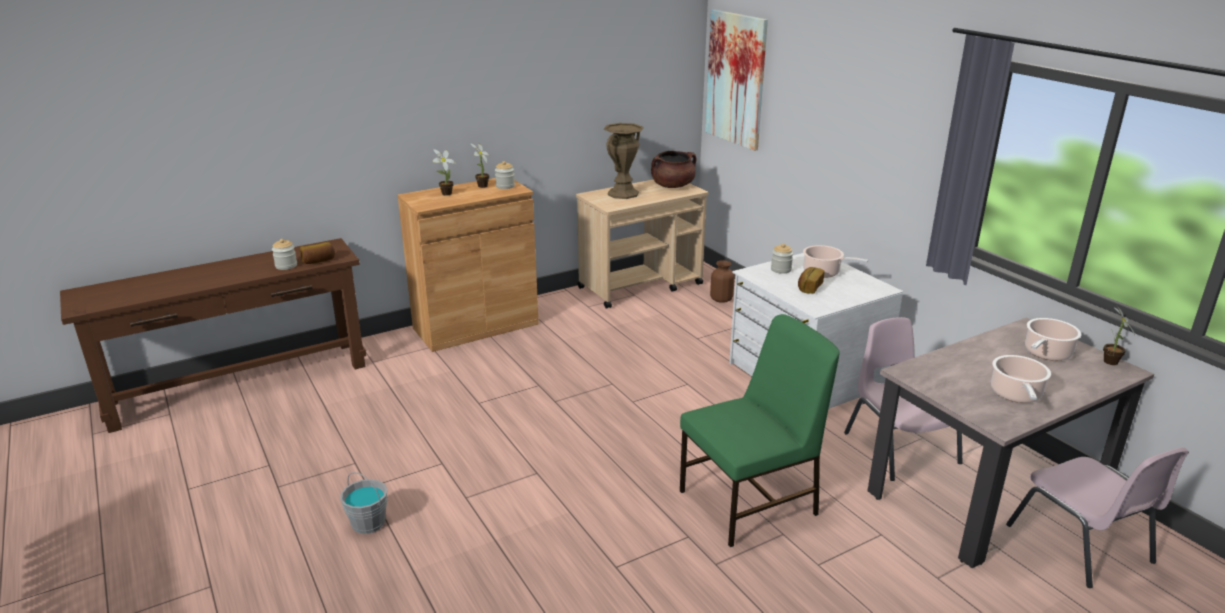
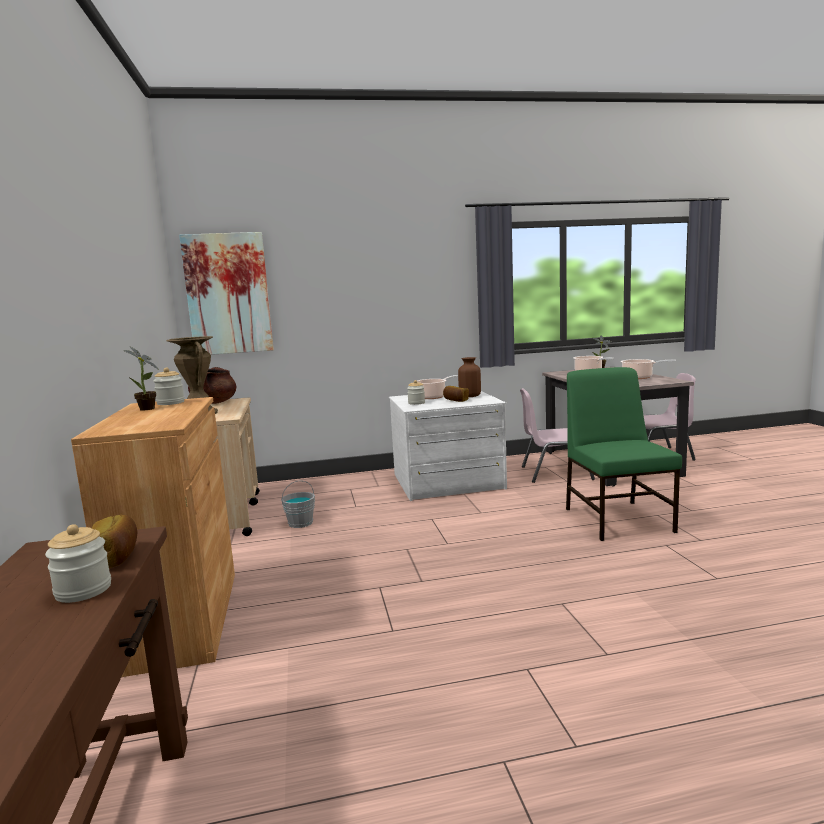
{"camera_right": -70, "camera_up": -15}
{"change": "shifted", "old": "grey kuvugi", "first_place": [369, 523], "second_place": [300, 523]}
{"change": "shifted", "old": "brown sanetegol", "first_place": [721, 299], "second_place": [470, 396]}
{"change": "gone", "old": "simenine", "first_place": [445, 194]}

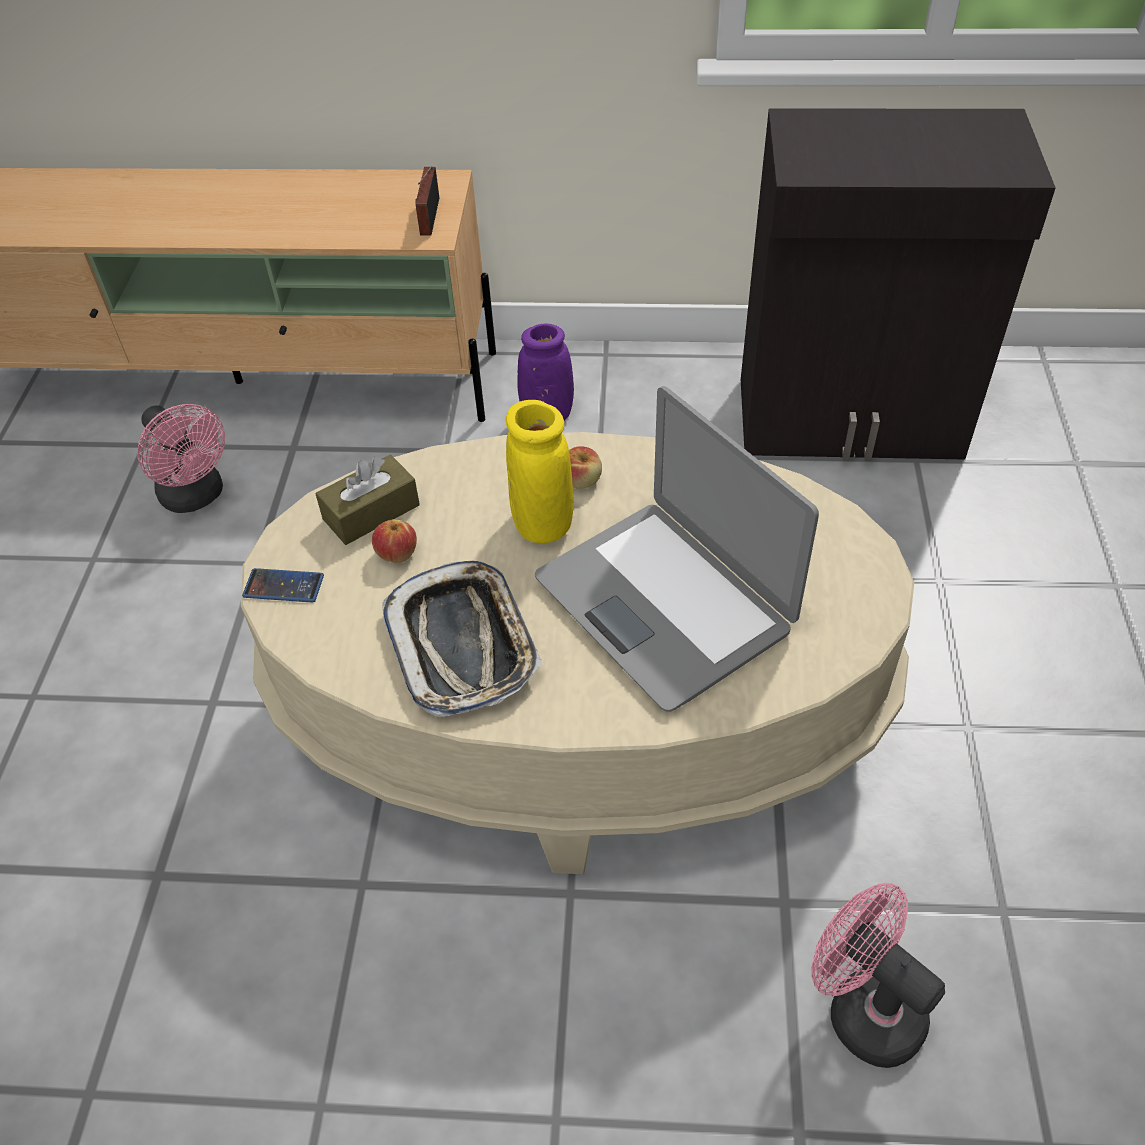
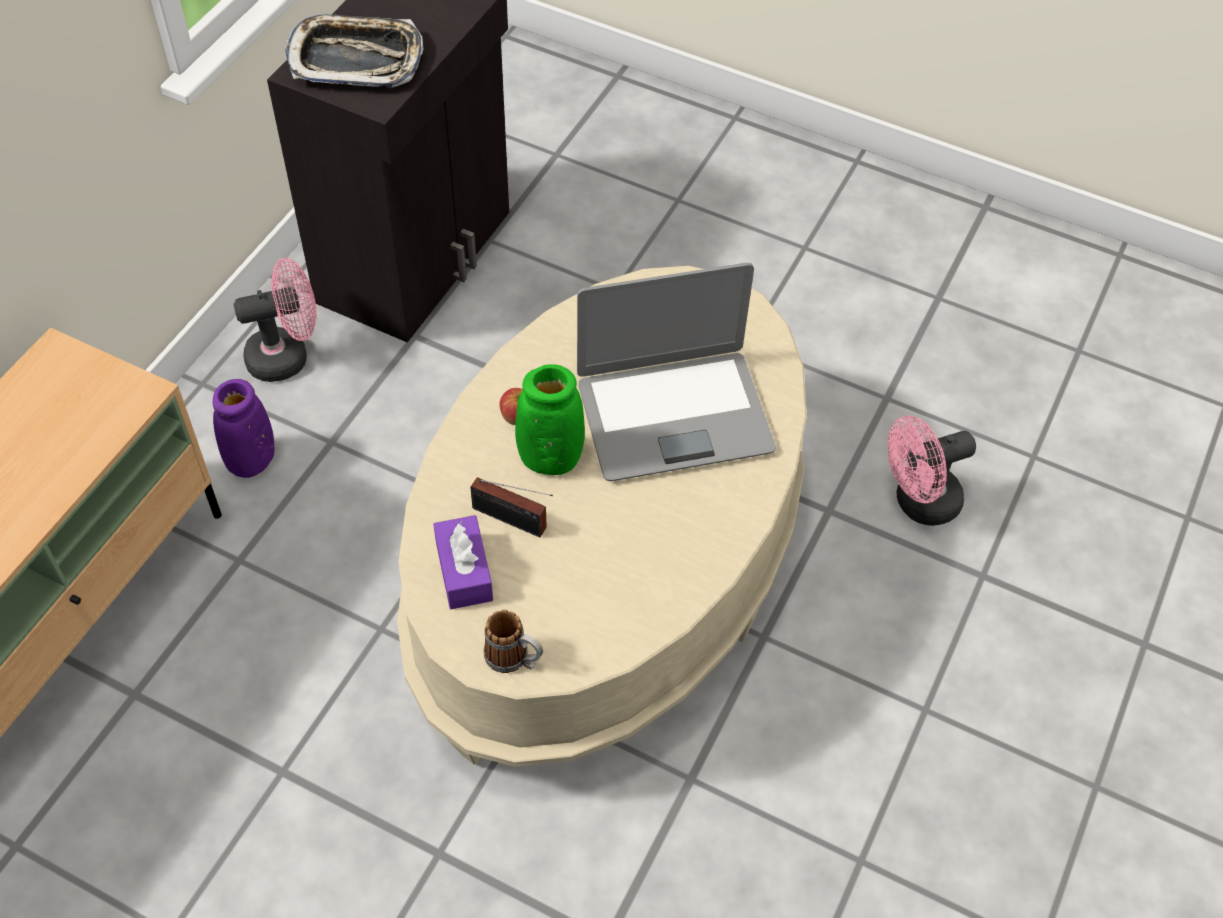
{"camera_right": -70, "camera_up": 5}
{"change": "shifted", "old": "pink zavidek", "first_place": [197, 497], "second_place": [287, 356]}
{"change": "shifted", "old": "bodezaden", "first_place": [463, 644], "second_place": [356, 59]}
{"change": "repainted", "old": "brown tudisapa", "new": "purple tudisapa", "first_place": [371, 512], "second_place": [464, 571]}
{"change": "shifted", "old": "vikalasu", "first_place": [428, 219], "second_place": [513, 521]}
{"change": "swapped", "old": "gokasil", "new": "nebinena", "first_place": [283, 586], "second_place": [514, 659]}
{"change": "repainted", "old": "yellow sanetegol", "new": "green sanetegol", "first_place": [542, 524], "second_place": [550, 458]}
{"change": "gone", "old": "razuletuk", "first_place": [397, 553]}

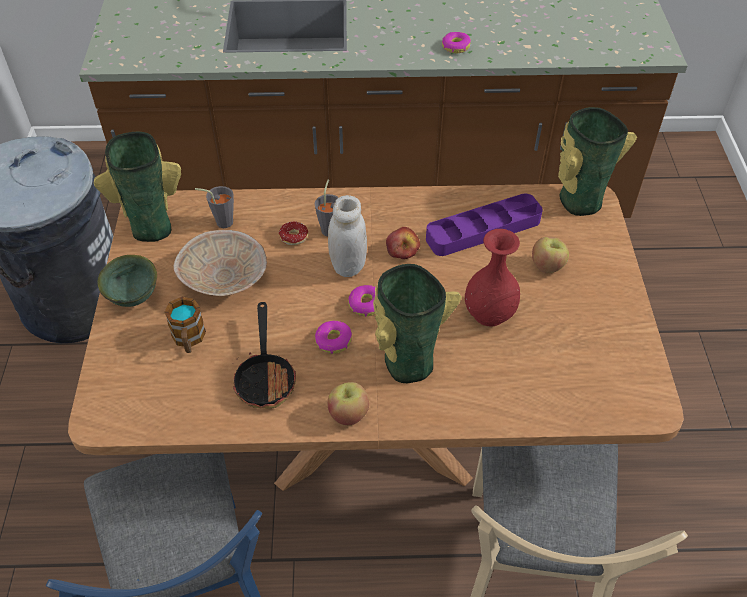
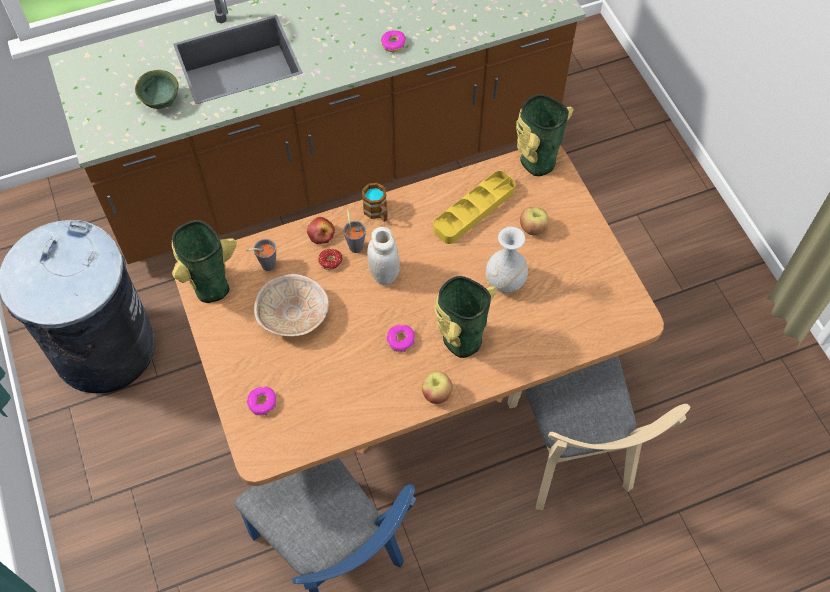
{"camera_right": -20, "camera_up": 10}
{"change": "shifted", "old": "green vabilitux", "first_place": [135, 297], "second_place": [162, 101]}
{"change": "shifted", "old": "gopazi", "first_place": [365, 304], "second_place": [262, 403]}
{"change": "shifted", "old": "razuletuk", "first_place": [402, 249], "second_place": [321, 234]}
{"change": "shifted", "old": "nebinena", "first_place": [189, 340], "second_place": [377, 212]}
{"change": "repainted", "old": "purple bodezaden", "new": "yellow bodezaden", "first_place": [483, 229], "second_place": [474, 210]}
{"change": "repainted", "old": "red sanetegol", "new": "white sanetegol", "first_place": [489, 314], "second_place": [505, 282]}
{"change": "gone", "old": "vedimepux", "first_place": [266, 377]}

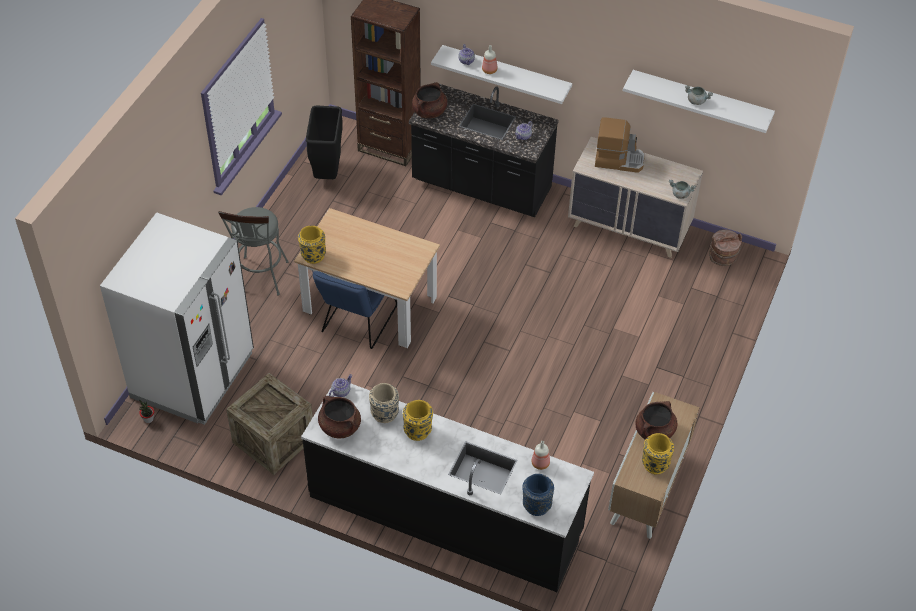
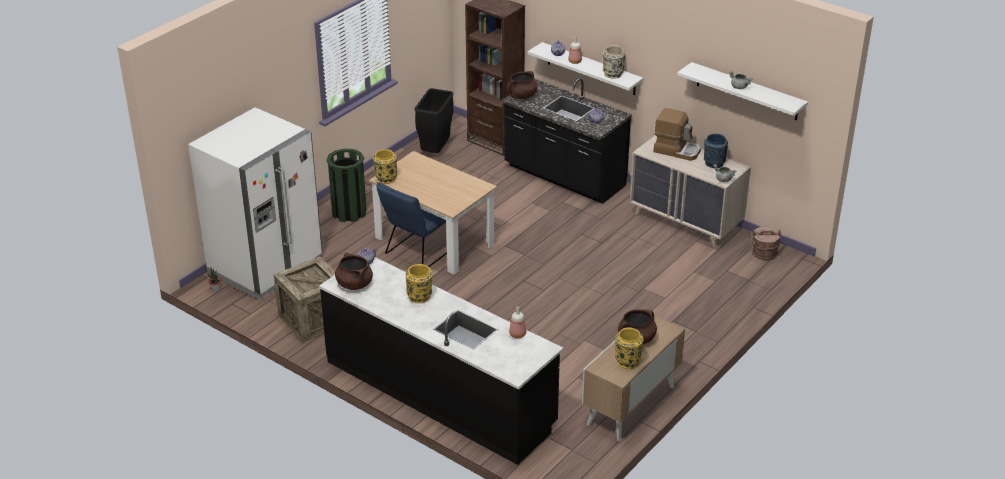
{"camera_right": 15, "camera_up": -15}
{"change": "swapped", "old": "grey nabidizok", "new": "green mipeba", "first_place": [260, 279], "second_place": [349, 212]}
{"change": "shifted", "old": "beige sanetegol", "first_place": [384, 414], "second_place": [613, 74]}
{"change": "shifted", "old": "blue sanetegol", "first_place": [536, 505], "second_place": [713, 163]}

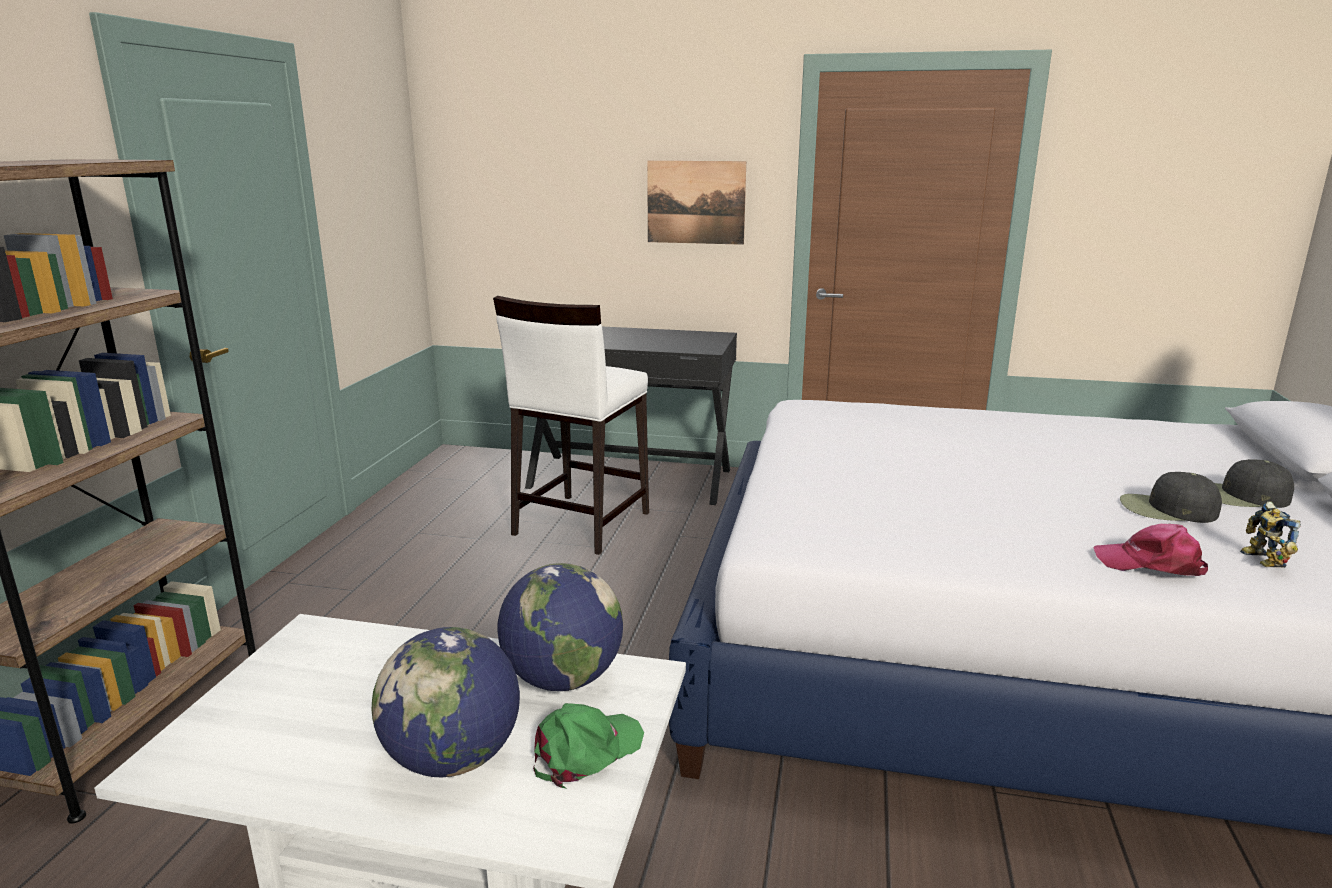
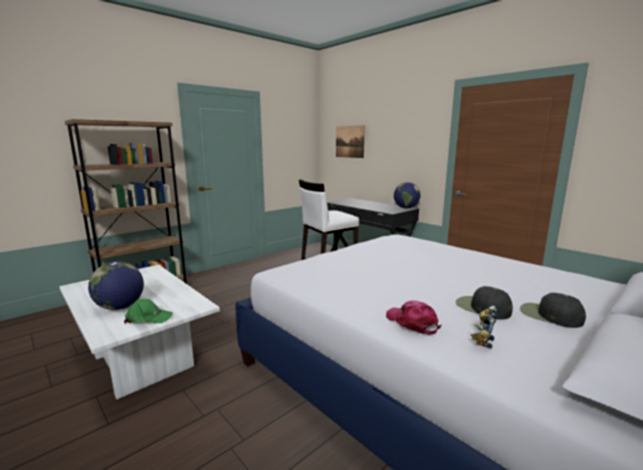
{"camera_right": 35, "camera_up": -5}
{"change": "shifted", "old": "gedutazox", "first_place": [696, 202], "second_place": [349, 141]}
{"change": "shifted", "old": "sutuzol", "first_place": [563, 679], "second_place": [406, 208]}

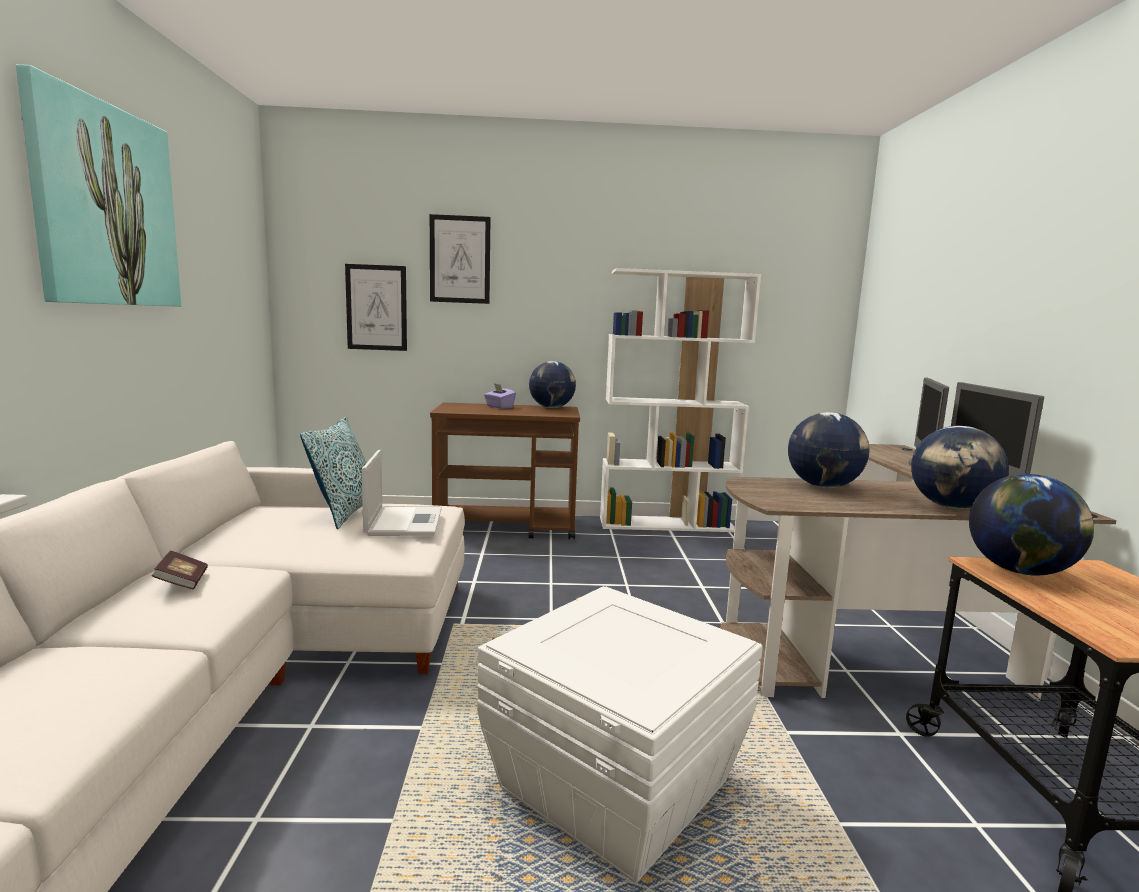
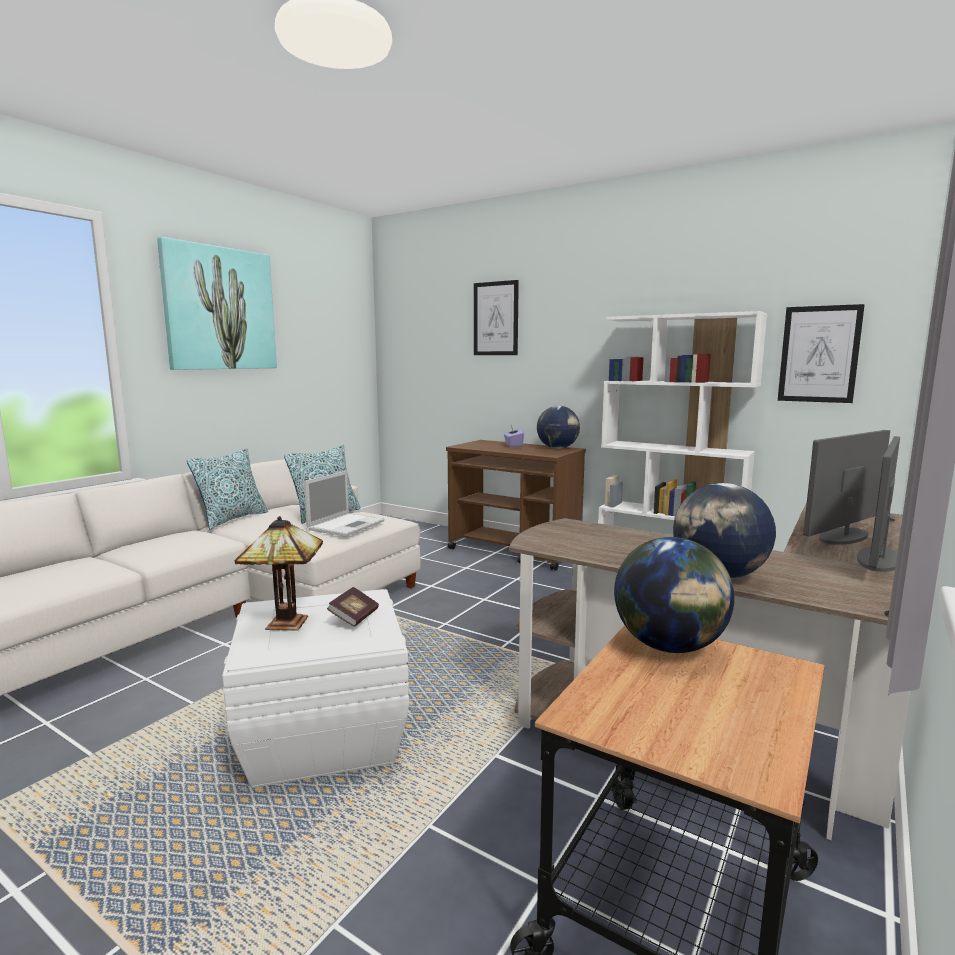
{"camera_right": 35, "camera_up": 0}
{"change": "new", "new": "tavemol", "second_place": [232, 519]}
{"change": "new", "new": "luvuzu", "second_place": [283, 624]}
{"change": "shifted", "old": "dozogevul", "first_place": [182, 582], "second_place": [354, 617]}
{"change": "shifted", "old": "gedutazox", "first_place": [376, 307], "second_place": [819, 354]}
{"change": "gone", "old": "sutuzol", "first_place": [824, 486]}

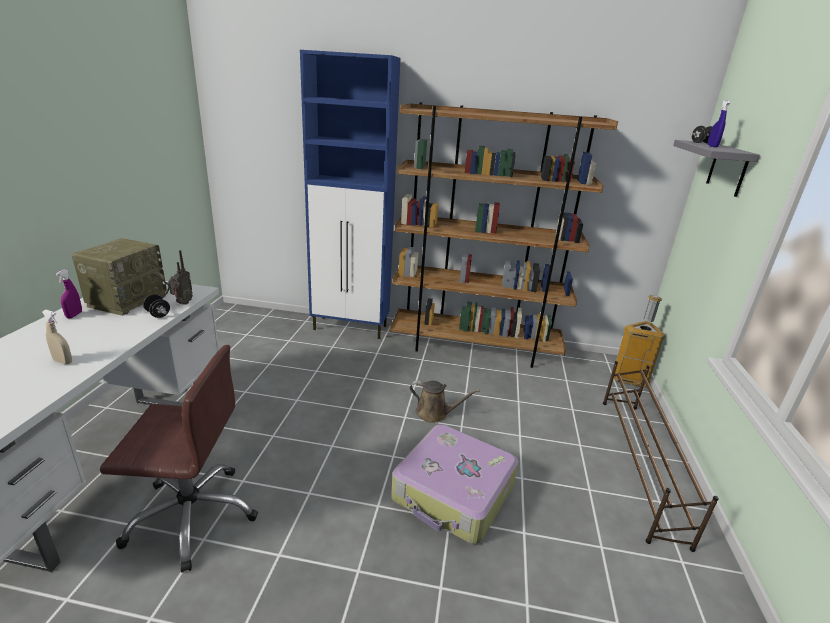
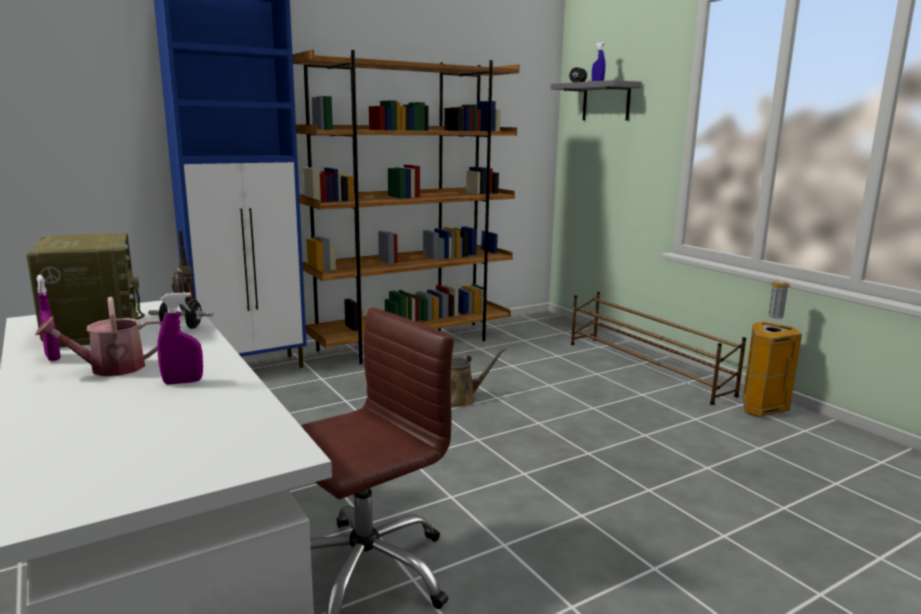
{"camera_right": -40, "camera_up": -10}
{"change": "new", "new": "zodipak", "second_place": [109, 368]}
{"change": "repainted", "old": "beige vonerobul", "new": "purple vonerobul", "first_place": [63, 361], "second_place": [183, 382]}
{"change": "shifted", "old": "mipeba", "first_place": [629, 379], "second_place": [761, 409]}
{"change": "gone", "old": "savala", "first_place": [453, 493]}

